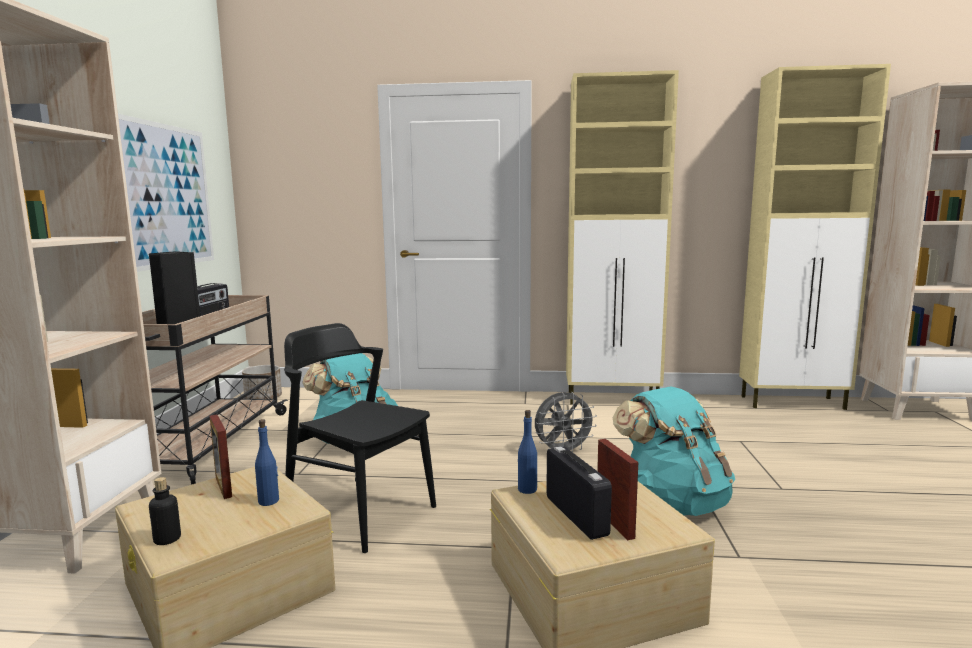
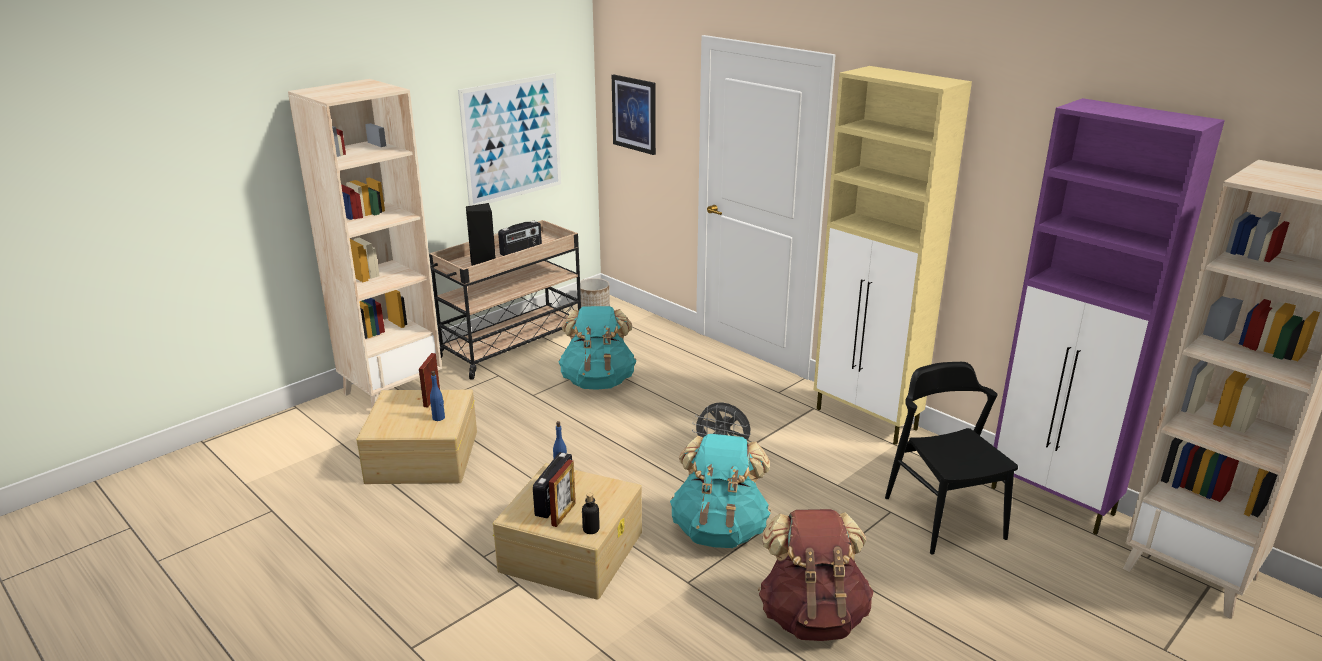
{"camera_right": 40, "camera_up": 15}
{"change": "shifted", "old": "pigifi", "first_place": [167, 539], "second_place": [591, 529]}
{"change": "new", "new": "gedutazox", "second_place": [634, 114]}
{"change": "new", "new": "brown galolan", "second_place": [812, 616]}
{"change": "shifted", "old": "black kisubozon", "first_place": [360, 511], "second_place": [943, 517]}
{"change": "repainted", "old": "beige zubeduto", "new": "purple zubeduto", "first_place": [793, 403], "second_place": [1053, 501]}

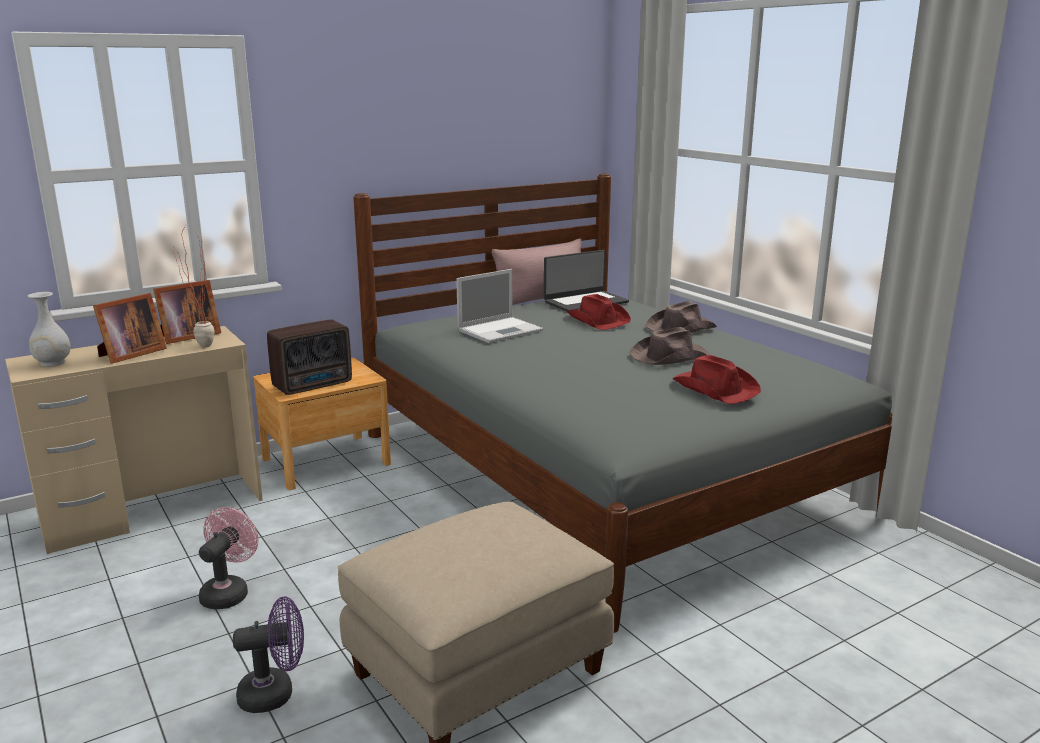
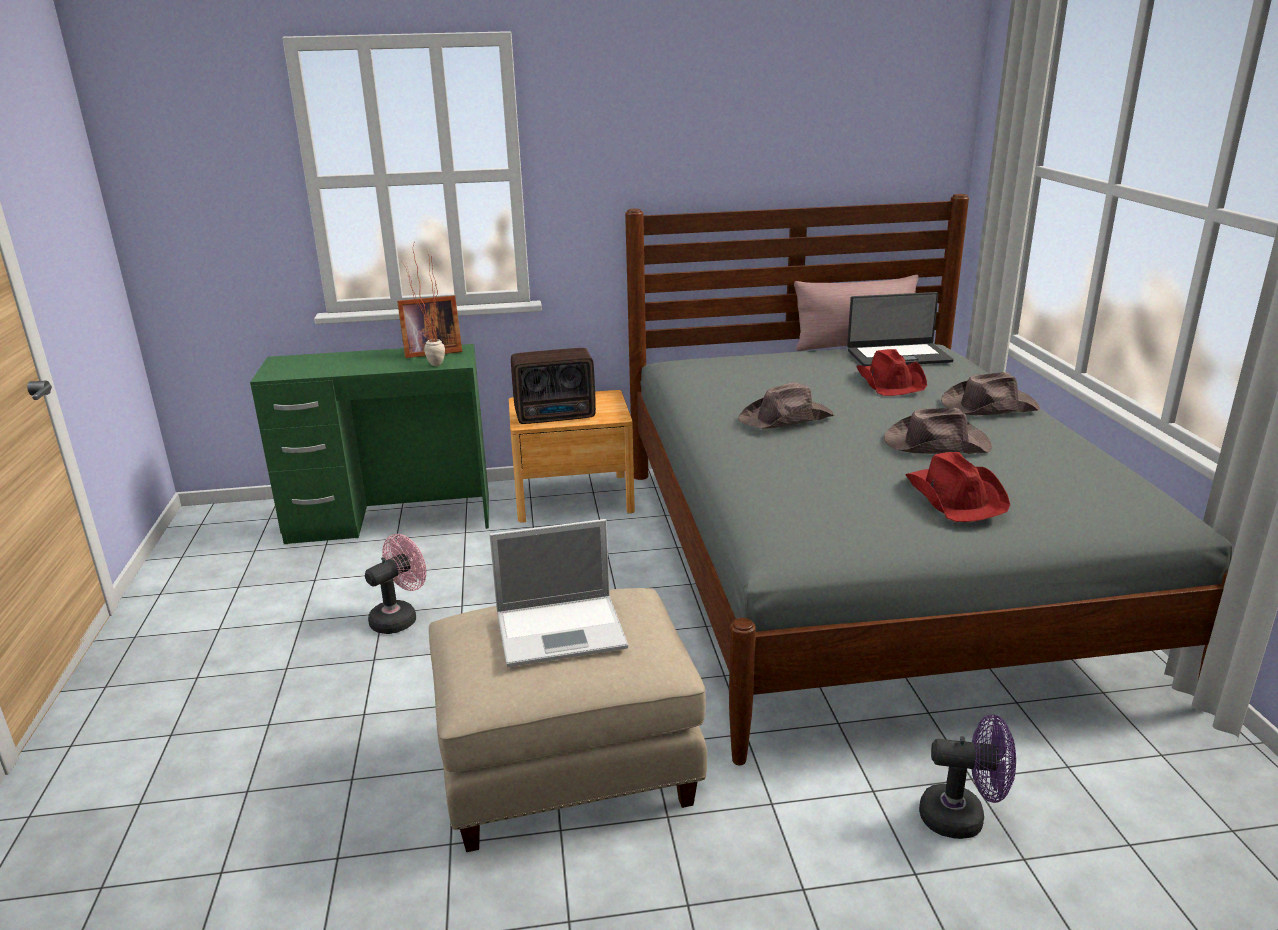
{"camera_right": 25, "camera_up": 5}
{"change": "repainted", "old": "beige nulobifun", "new": "green nulobifun", "first_place": [153, 510], "second_place": [391, 519]}
{"change": "shifted", "old": "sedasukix", "first_place": [501, 330], "second_place": [563, 630]}
{"change": "new", "new": "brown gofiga", "second_place": [787, 418]}
{"change": "shifted", "old": "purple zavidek", "first_place": [275, 693], "second_place": [962, 817]}
{"change": "gone", "old": "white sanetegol", "first_place": [53, 363]}
{"change": "gone", "old": "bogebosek", "first_place": [129, 354]}

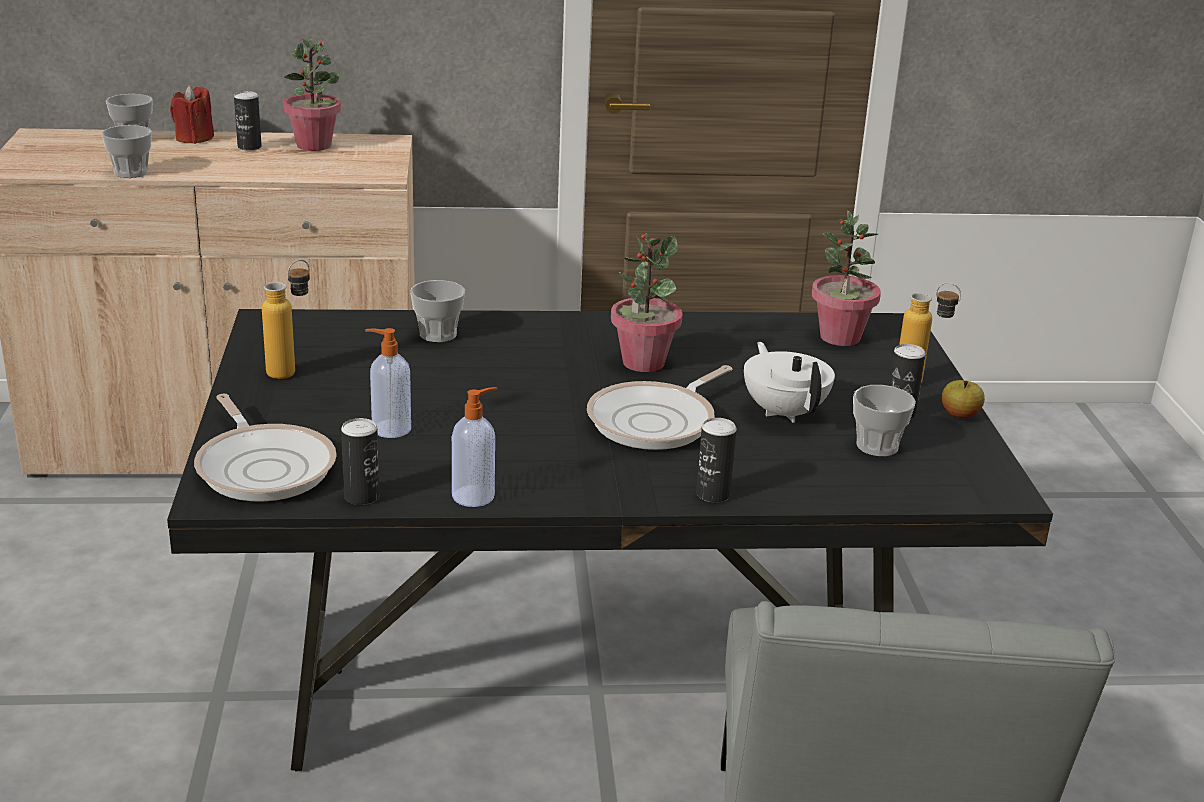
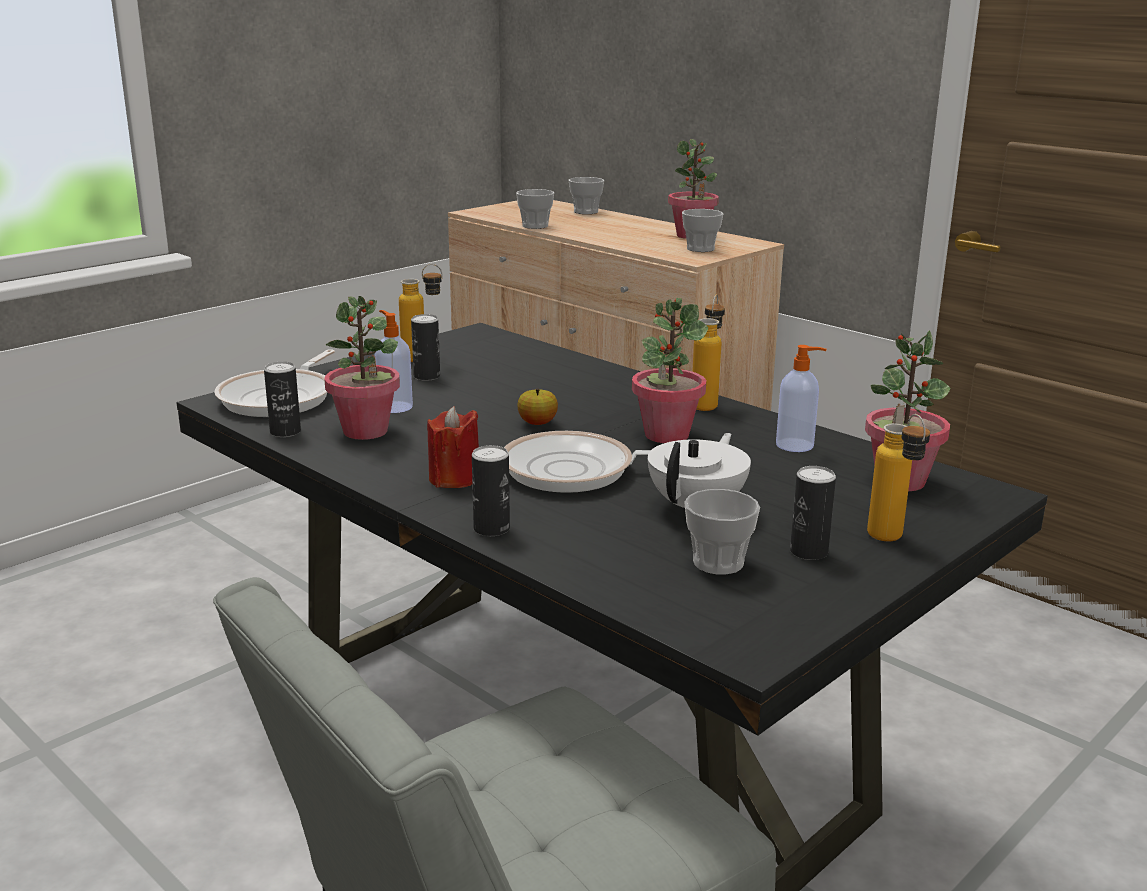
{"camera_right": 50, "camera_up": -5}
{"change": "new", "new": "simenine", "second_place": [366, 431]}
{"change": "shifted", "old": "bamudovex", "first_place": [249, 147], "second_place": [427, 376]}
{"change": "shifted", "old": "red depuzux", "first_place": [194, 138], "second_place": [454, 479]}
{"change": "shifted", "old": "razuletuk", "first_place": [959, 415], "second_place": [537, 423]}
{"change": "shifted", "old": "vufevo", "first_place": [438, 334], "second_place": [700, 249]}
{"change": "new", "new": "pigifi", "second_place": [706, 403]}
{"change": "shifted", "old": "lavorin", "first_place": [475, 496], "second_place": [796, 445]}

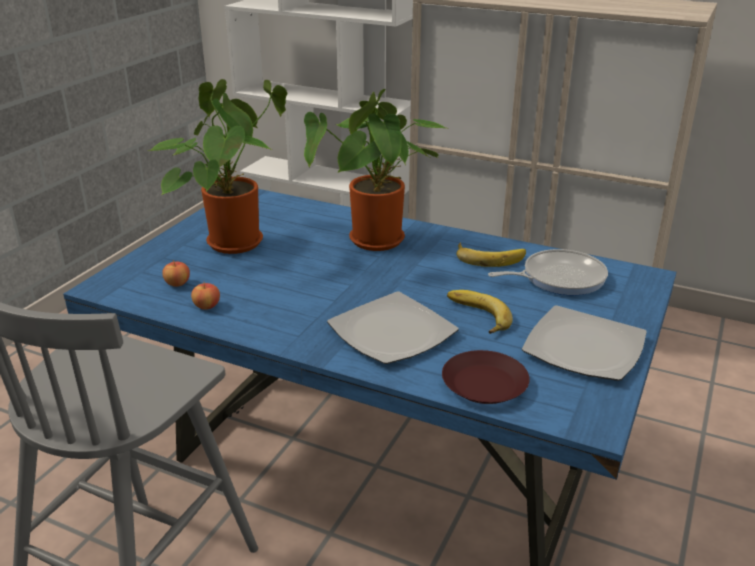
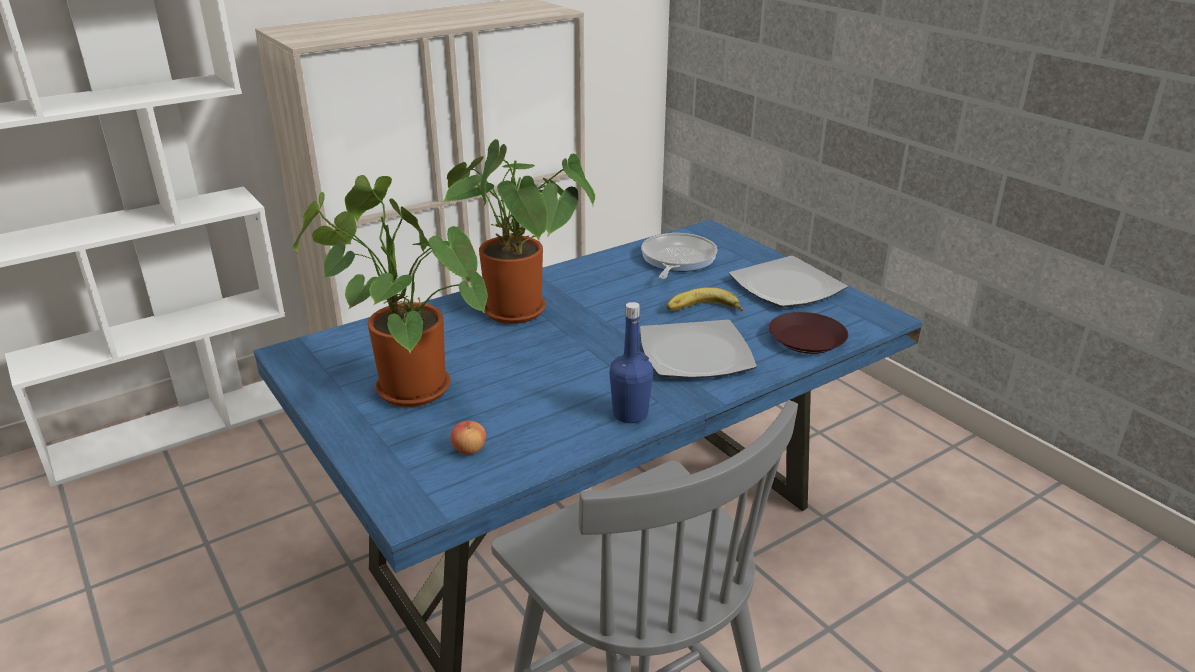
{"camera_right": -60, "camera_up": 0}
{"change": "new", "new": "blue pigifi", "second_place": [630, 414]}
{"change": "gone", "old": "razuletuk", "first_place": [207, 306]}
{"change": "gone", "old": "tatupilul", "first_place": [489, 257]}

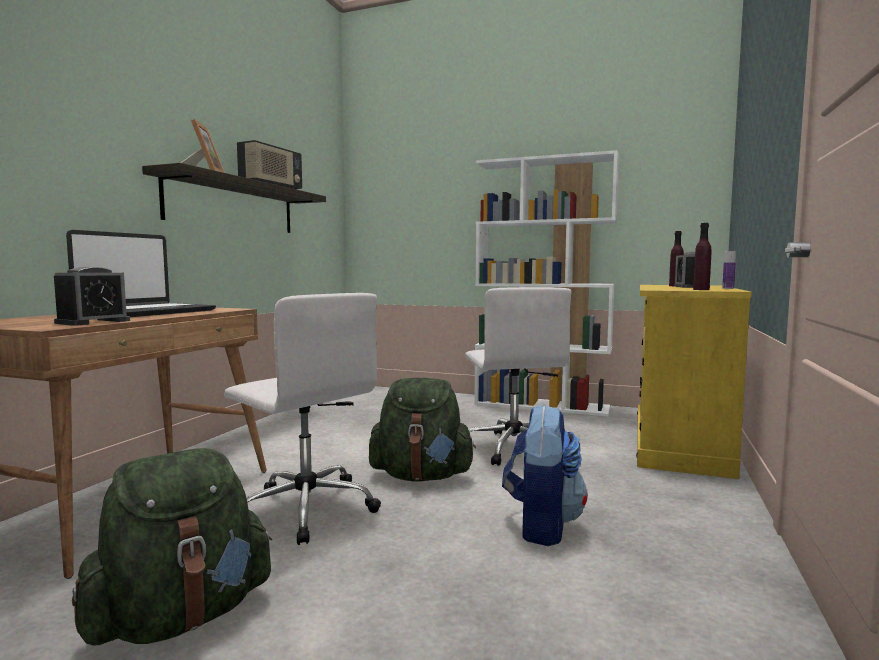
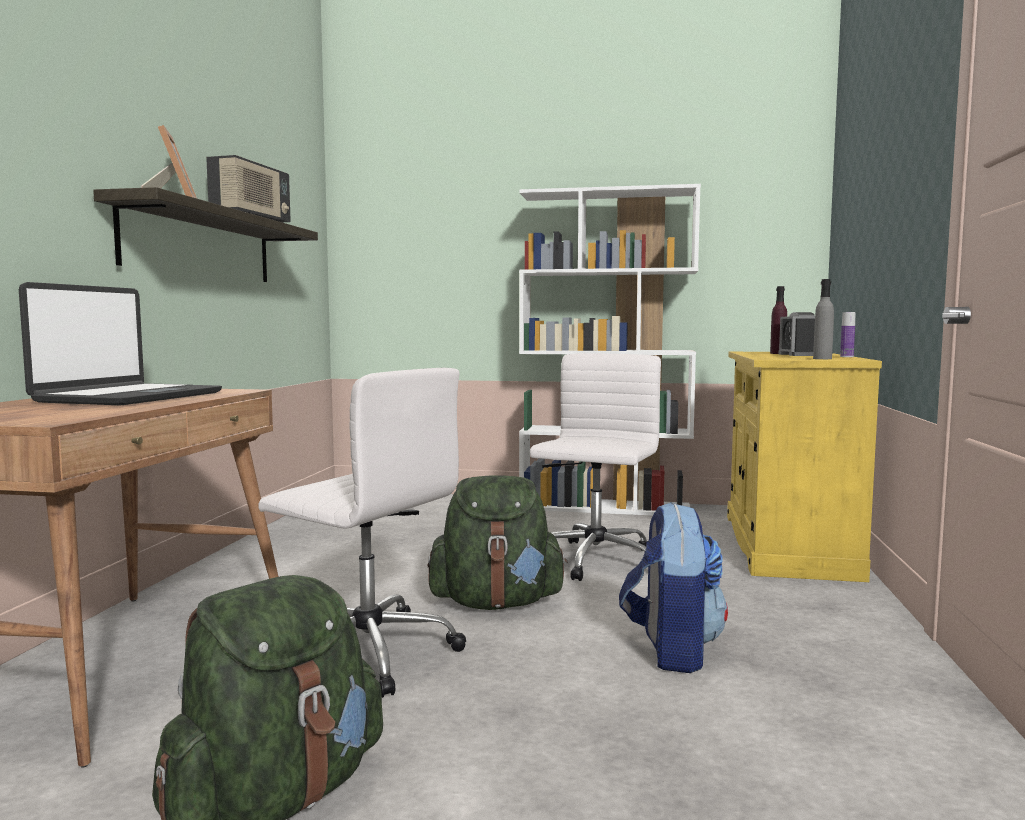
{"camera_right": -10, "camera_up": 0}
{"change": "rotated", "old": "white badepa", "first_place": [513, 448], "second_place": [594, 561], "degrees": -135}
{"change": "repainted", "old": "purple pigifi", "new": "grey pigifi", "first_place": [701, 289], "second_place": [822, 358]}
{"change": "gone", "old": "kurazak", "first_place": [93, 322]}

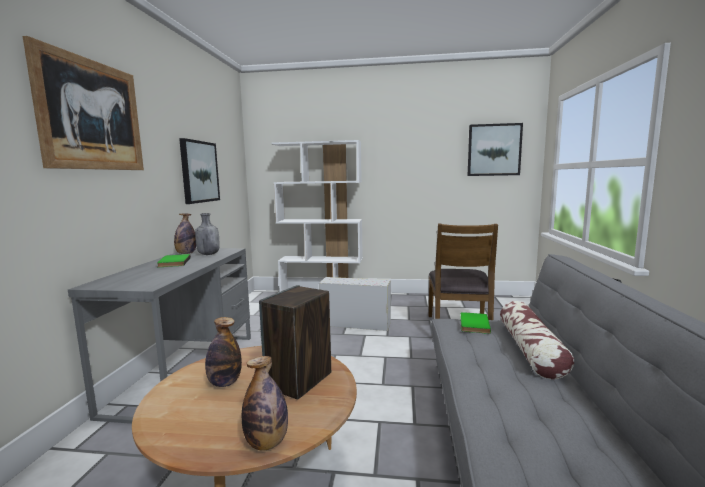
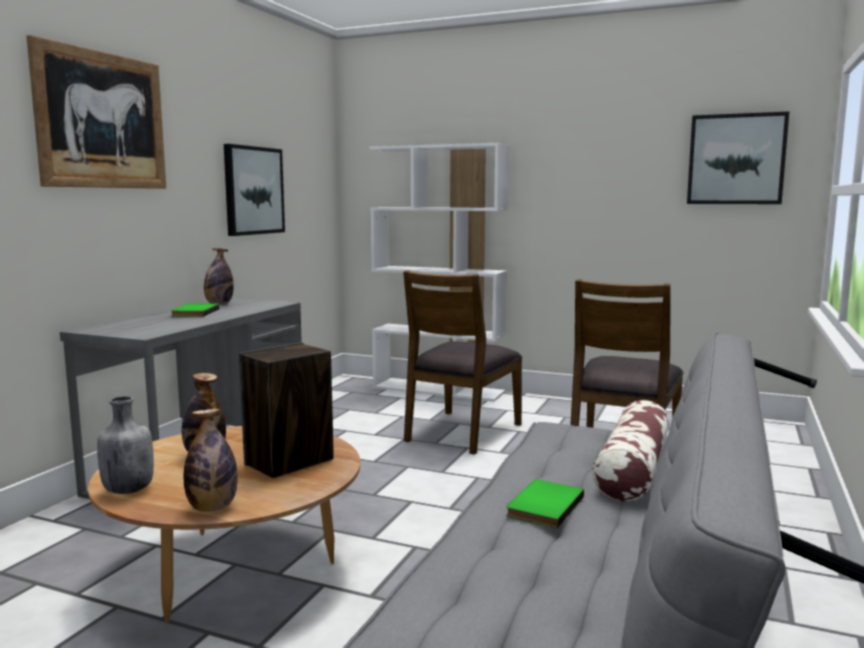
{"camera_right": 15, "camera_up": 0}
{"change": "shifted", "old": "grey pigifi", "first_place": [208, 254], "second_place": [128, 490]}
{"change": "swapped", "old": "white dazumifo", "new": "brown kisubozon", "first_place": [354, 324], "second_place": [461, 432]}
{"change": "shifted", "old": "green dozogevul", "first_place": [473, 324], "second_place": [542, 506]}

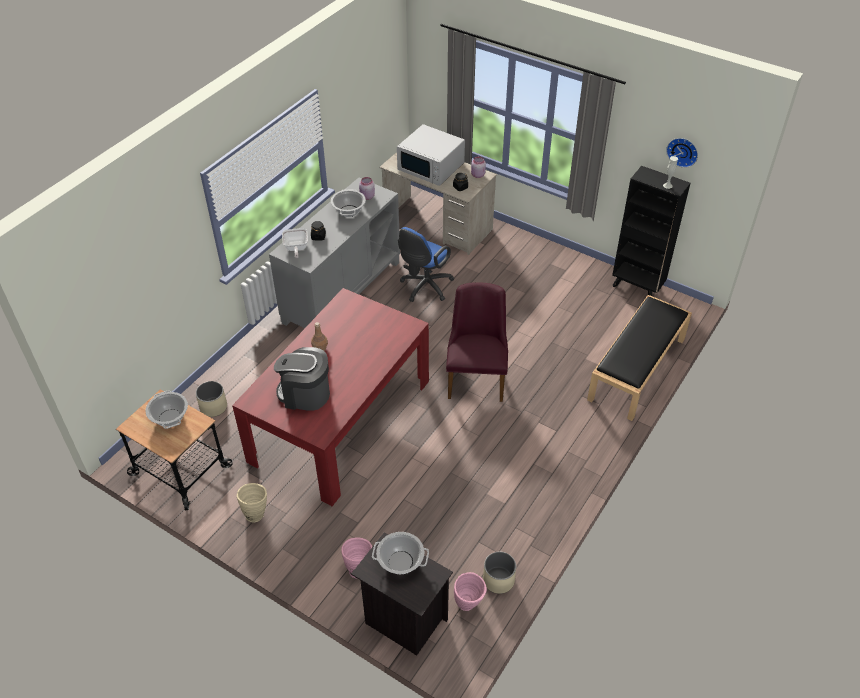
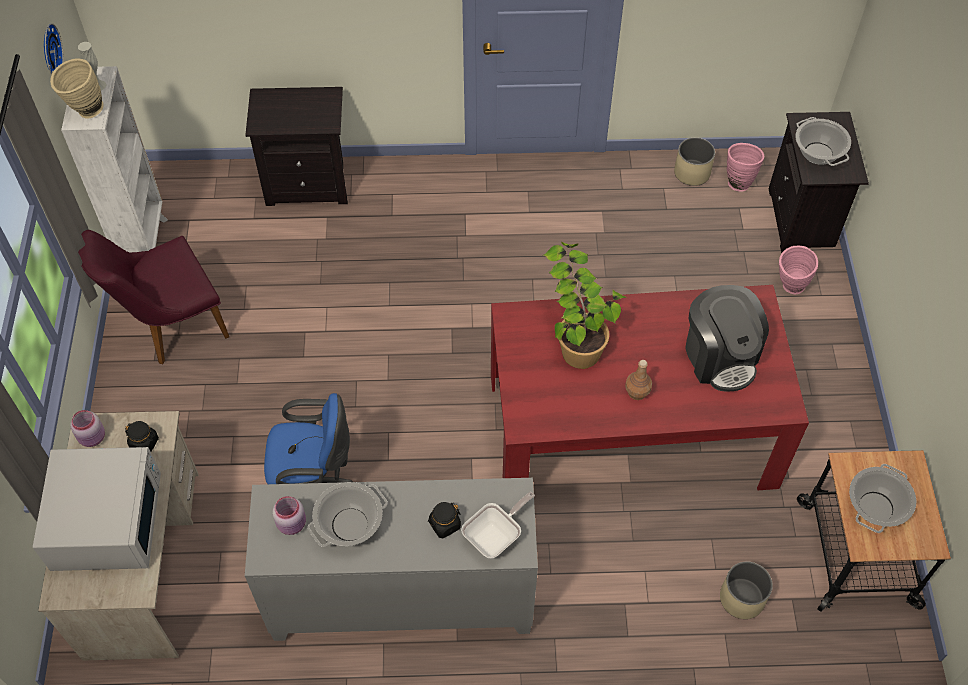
{"camera_right": -125, "camera_up": 10}
{"change": "shifted", "old": "beige sanetegol", "first_place": [256, 512], "second_place": [85, 111]}
{"change": "repainted", "old": "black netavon", "new": "white netavon", "first_place": [637, 287], "second_place": [144, 242]}
{"change": "shifted", "old": "purple kisubozon", "first_place": [476, 377], "second_place": [171, 327]}
{"change": "swapped", "old": "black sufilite", "new": "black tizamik", "first_place": [637, 370], "second_place": [308, 183]}
{"change": "new", "new": "simenine", "second_place": [576, 335]}

